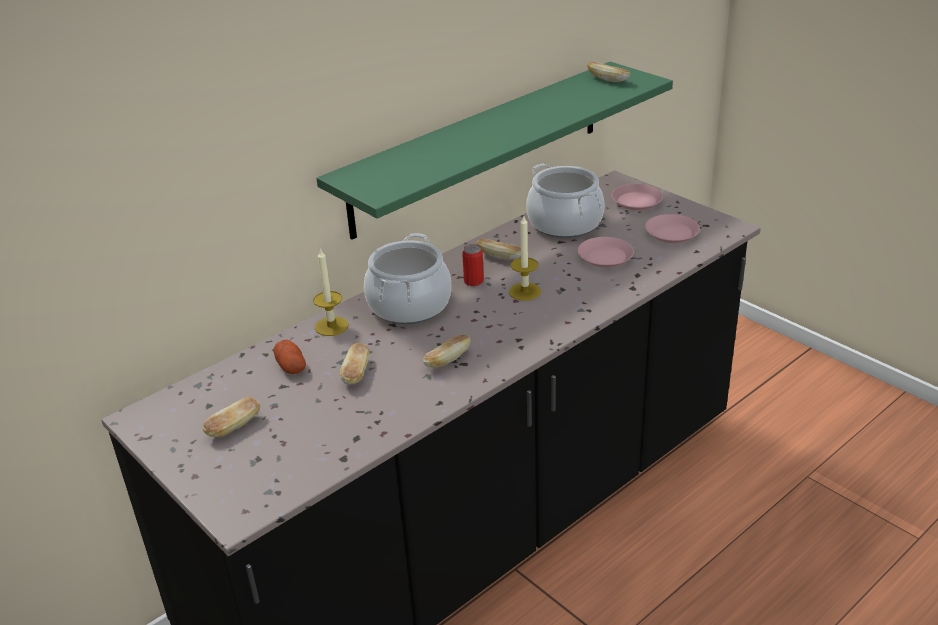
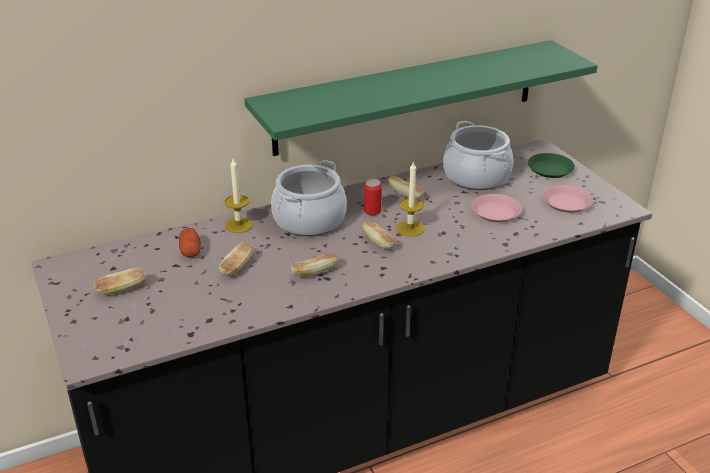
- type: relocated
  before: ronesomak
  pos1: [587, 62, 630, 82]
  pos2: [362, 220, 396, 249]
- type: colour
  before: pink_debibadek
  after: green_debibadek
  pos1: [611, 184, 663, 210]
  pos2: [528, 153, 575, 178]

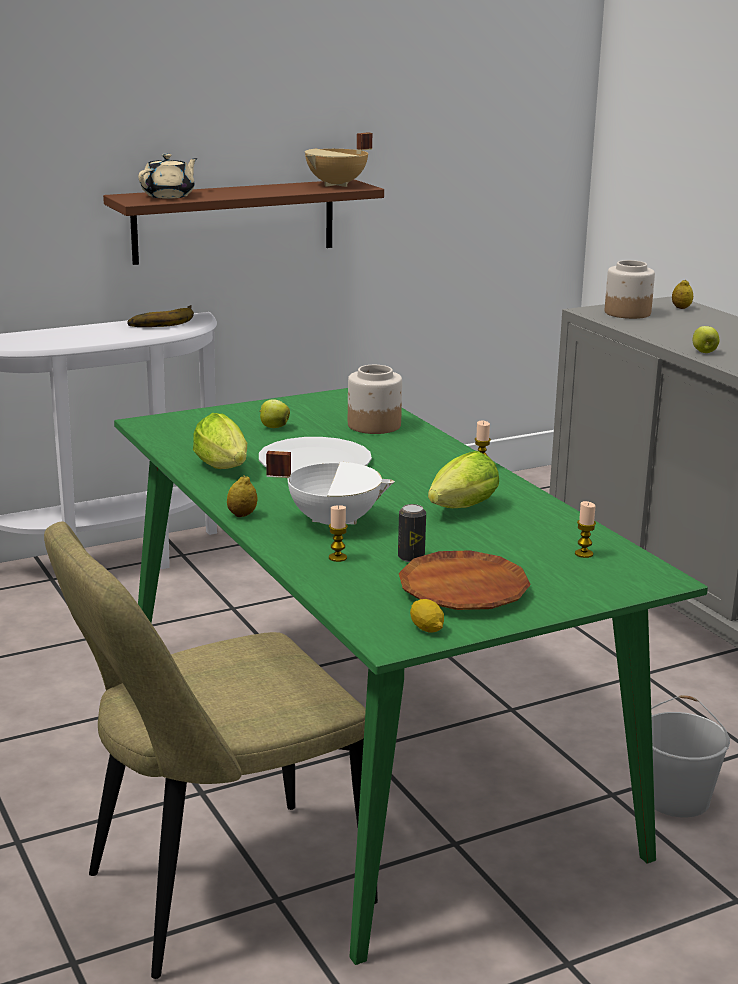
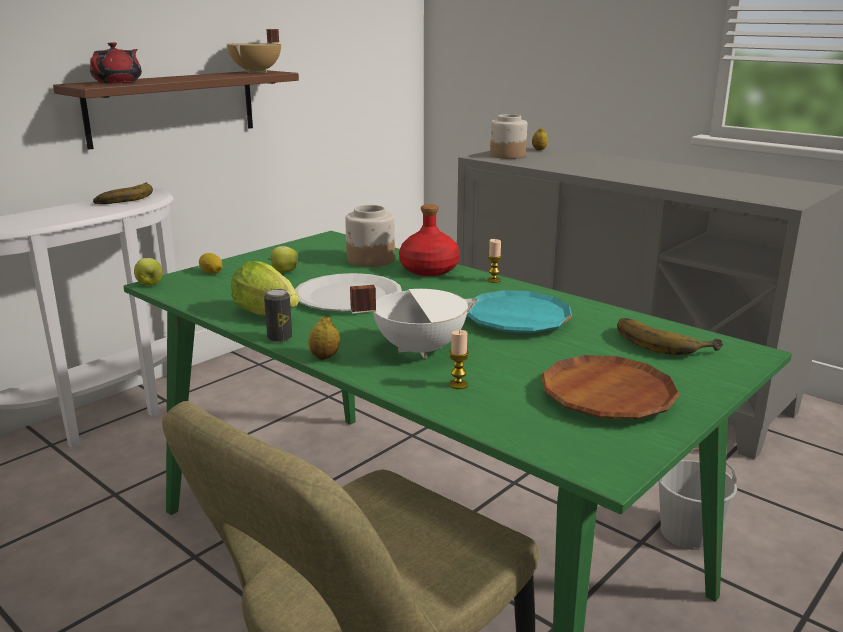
- type: colour
  before: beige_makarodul
  after: red_makarodul
  pos1: [138, 154, 198, 199]
  pos2: [90, 42, 142, 83]
- type: relocated
  before: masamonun
  pos1: [398, 504, 426, 562]
  pos2: [264, 289, 292, 342]
- type: relocated
  before: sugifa
  pos1: [410, 599, 444, 633]
  pos2: [199, 253, 222, 274]
- type: exchanged
  before: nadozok
  after: turquoise_debibadek
  pos1: [428, 451, 499, 508]
  pos2: [467, 290, 572, 333]
- type: exchanged
  before: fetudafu
  after: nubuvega
  pos1: [575, 501, 596, 558]
  pos2: [617, 318, 723, 355]
- type: relocated
  before: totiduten
  pos1: [692, 326, 720, 353]
  pos2: [134, 258, 163, 286]
- type: appeared
  after: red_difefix
  pos2: [399, 204, 460, 276]

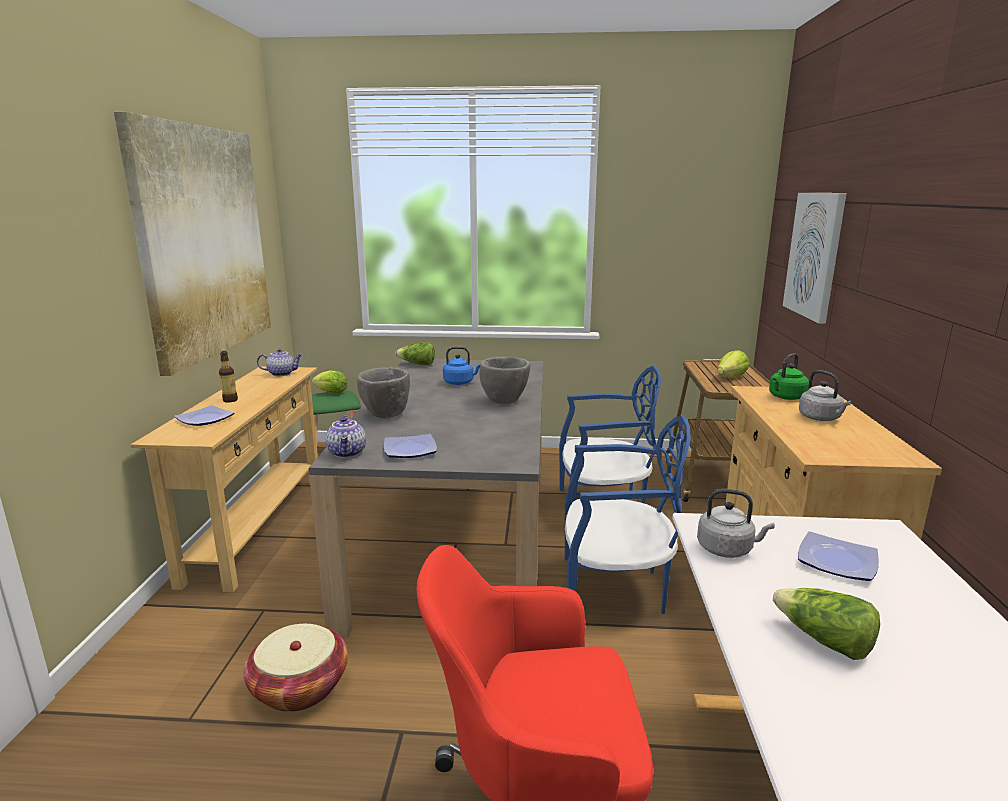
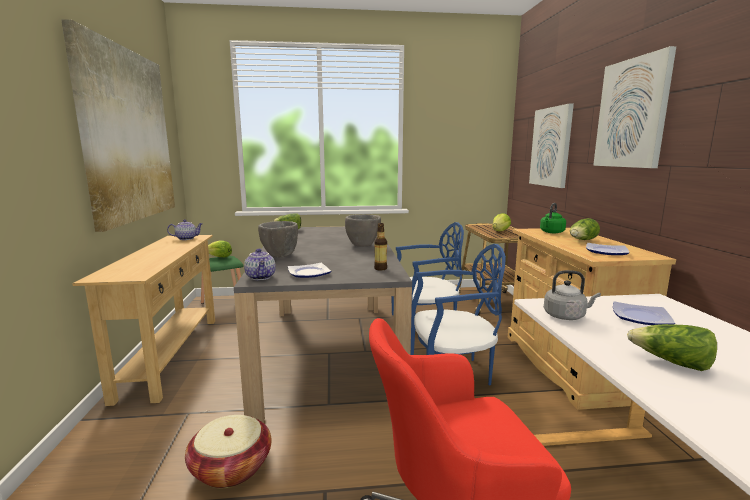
- type: relocated
  before: debibadek
  pos1: [174, 405, 234, 426]
  pos2: [586, 243, 629, 255]
- type: relocated
  before: difefix
  pos1: [219, 351, 238, 403]
  pos2: [374, 223, 387, 270]
- type: missing
  before: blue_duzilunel
  pos1: [443, 347, 480, 385]
- type: exchanged
  before: grey_duzilunel
  after: nadozok
  pos1: [799, 370, 852, 421]
  pos2: [570, 218, 600, 240]
- type: appeared
  after: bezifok
  pos2: [593, 46, 676, 168]

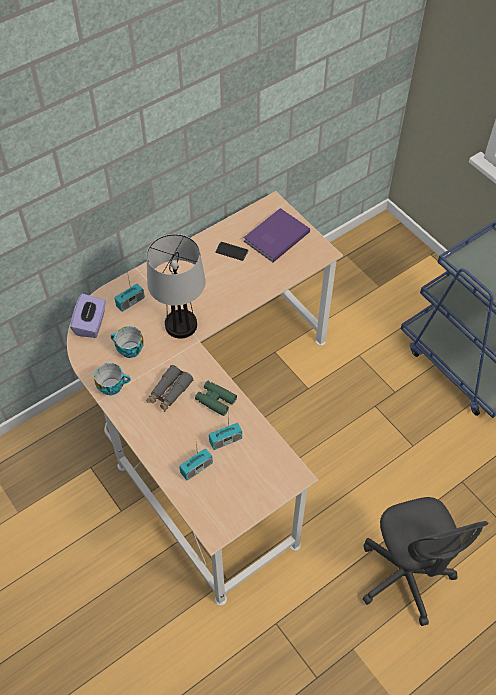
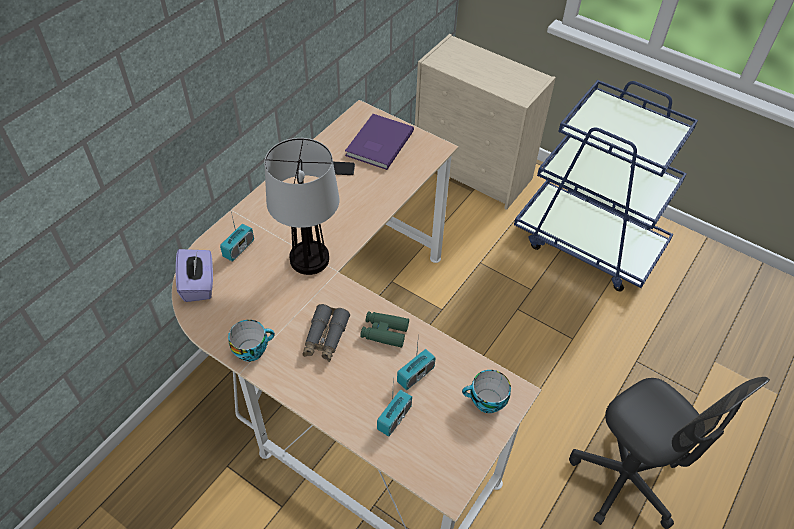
- type: relocated
  before: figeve
  pos1: [111, 326, 144, 358]
  pos2: [462, 370, 511, 413]
- type: appeared
  after: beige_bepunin
  pos2: [415, 34, 556, 210]

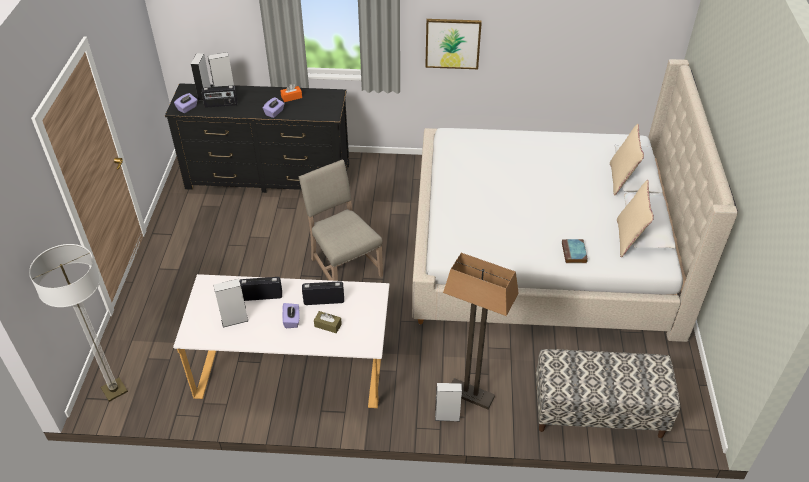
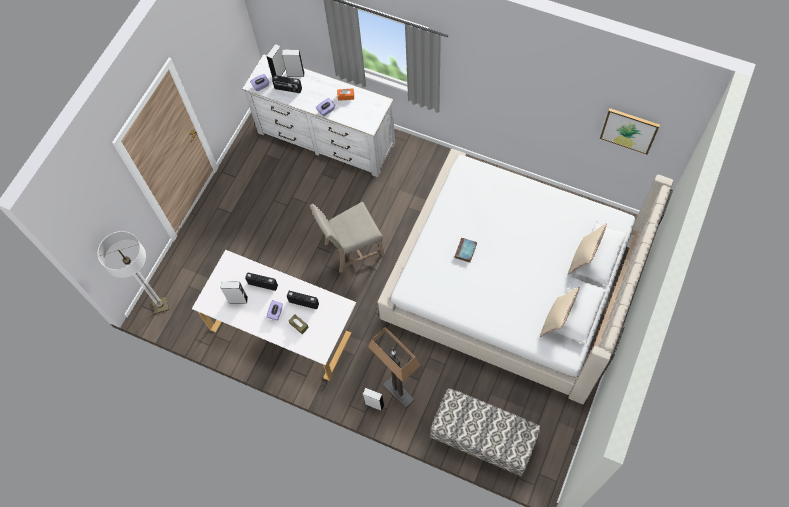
- type: colour
  before: black_bepunin
  after: white_bepunin
  pos1: [165, 83, 349, 193]
  pos2: [242, 54, 395, 177]
- type: spun
  before: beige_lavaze
  pos1: [299, 160, 383, 281]
  pos2: [310, 202, 384, 273]
  turn: -105
- type: relocated
  before: bezifok
  pos1: [425, 19, 482, 69]
  pos2: [600, 108, 660, 154]
- type: relocated
  before: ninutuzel
  pos1: [562, 239, 588, 263]
  pos2: [455, 238, 477, 263]

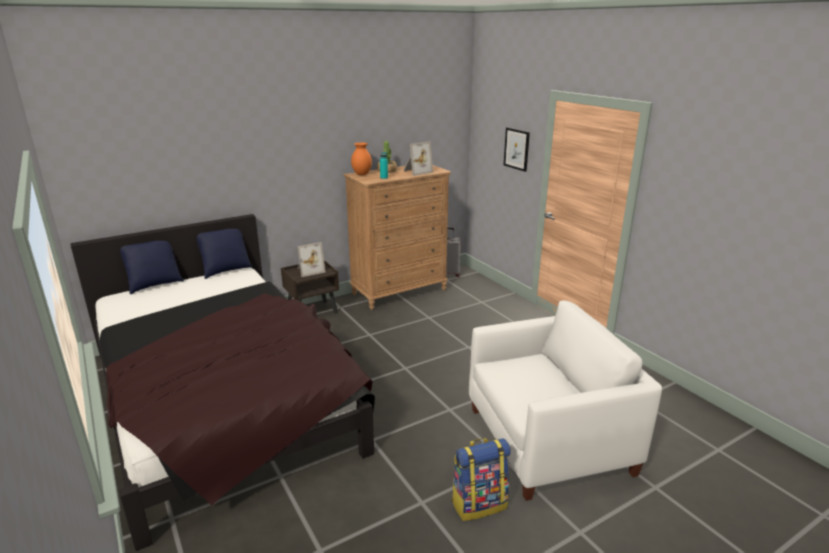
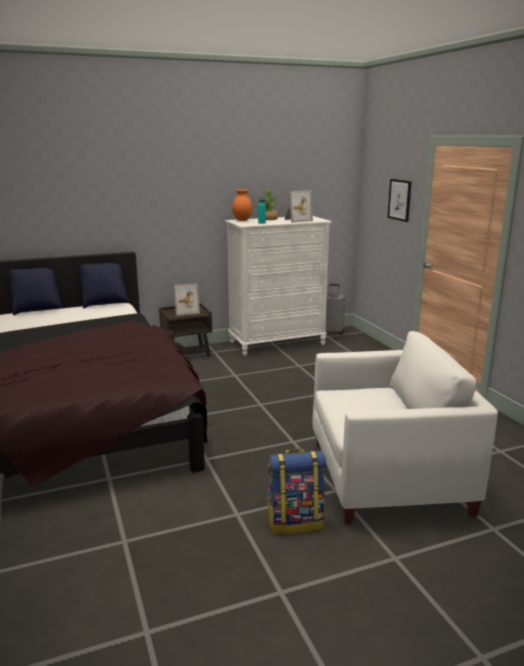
- type: colour
  before: brown_bepunin
  after: white_bepunin
  pos1: [344, 165, 451, 310]
  pos2: [225, 216, 332, 356]

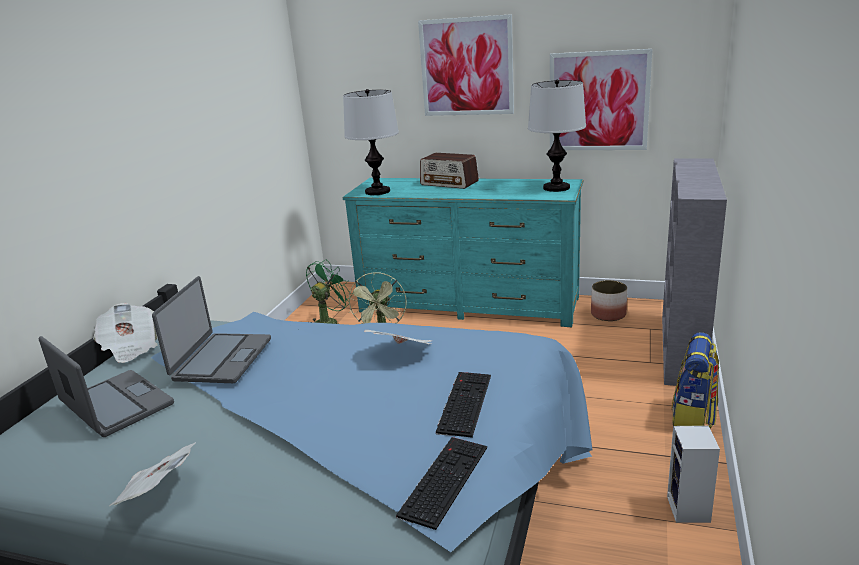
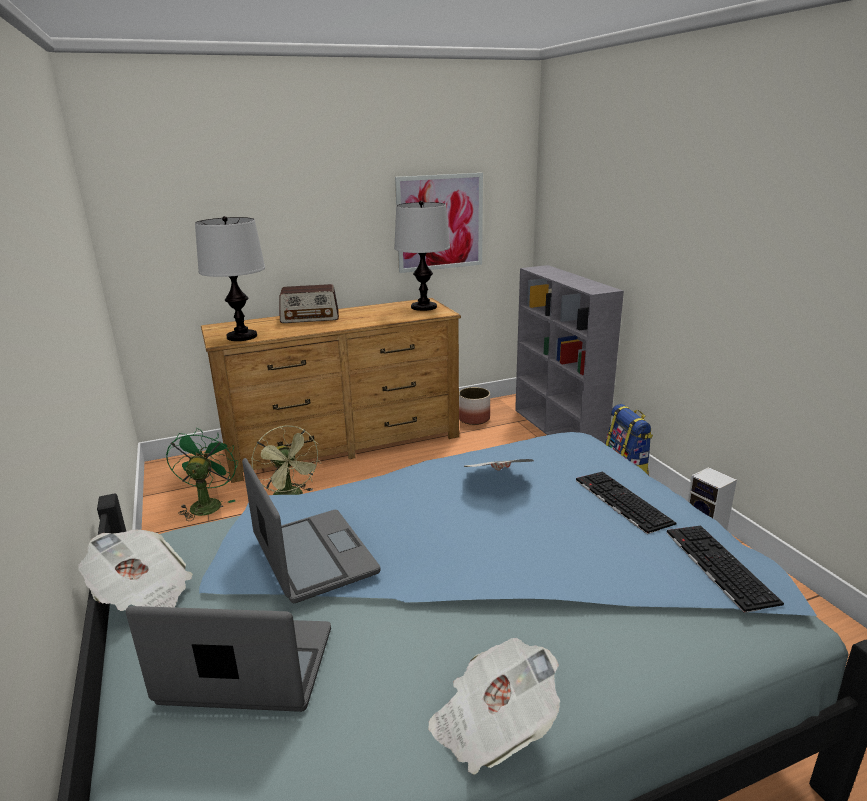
- type: colour
  before: turquoise_bepunin
  after: brown_bepunin
  pos1: [343, 178, 583, 327]
  pos2: [201, 298, 461, 483]
- type: missing
  before: bezifok
  pos1: [418, 14, 514, 116]

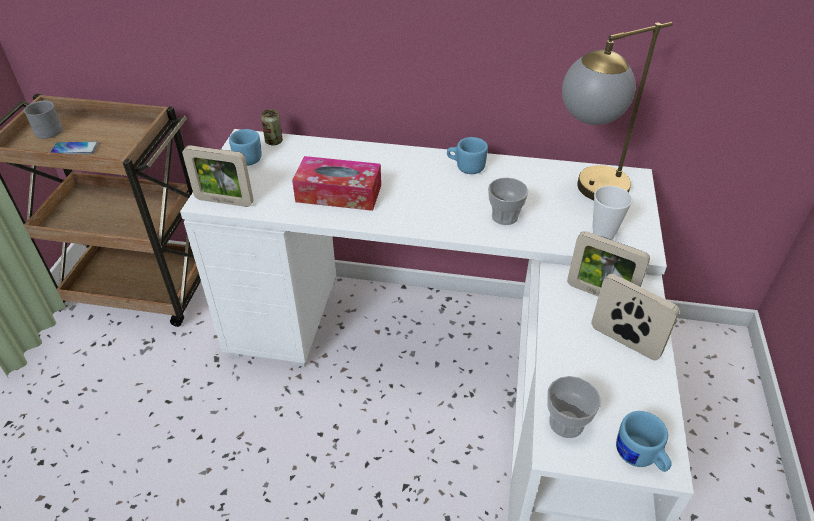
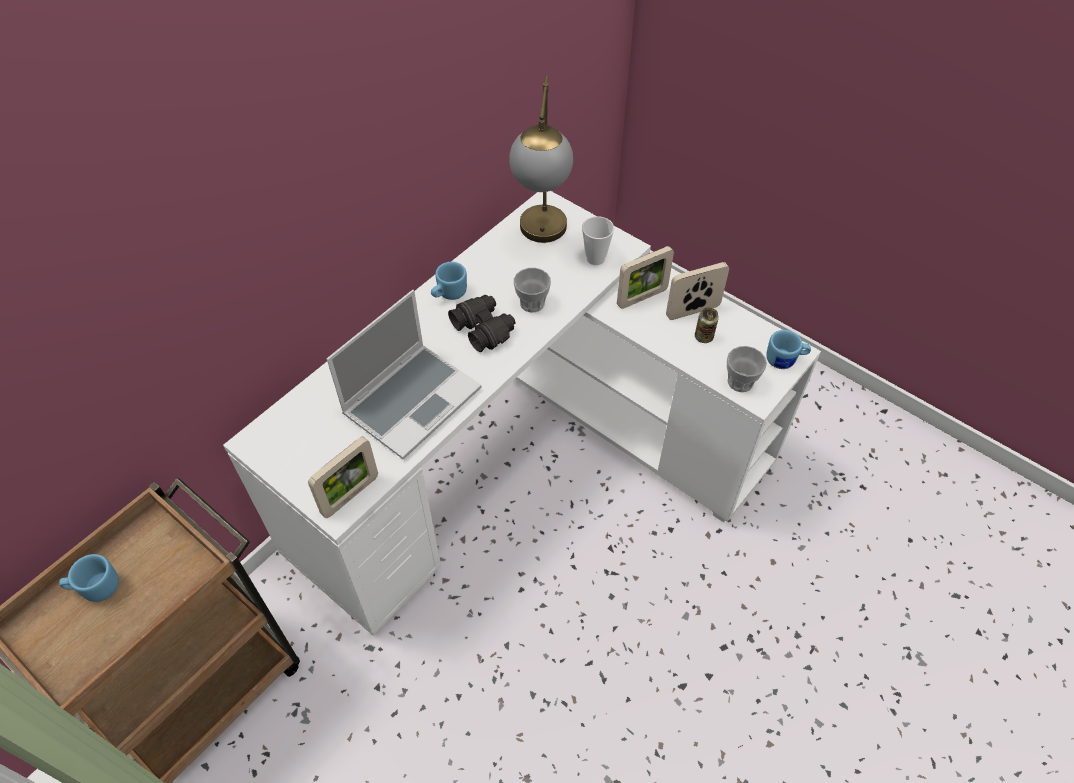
- type: missing
  before: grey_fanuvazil
  pos1: [24, 101, 63, 139]
- type: missing
  before: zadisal
  pos1: [51, 141, 98, 155]
- type: relocated
  before: blue_fanuvazil
  pos1: [229, 129, 262, 166]
  pos2: [59, 554, 119, 602]
- type: relocated
  before: masamonun
  pos1: [261, 109, 283, 145]
  pos2: [695, 307, 719, 343]
- type: exchanged
  before: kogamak
  after: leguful
  pos1: [292, 156, 381, 211]
  pos2: [326, 290, 481, 459]
- type: appeared
  after: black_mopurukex
  pos2: [448, 295, 515, 352]

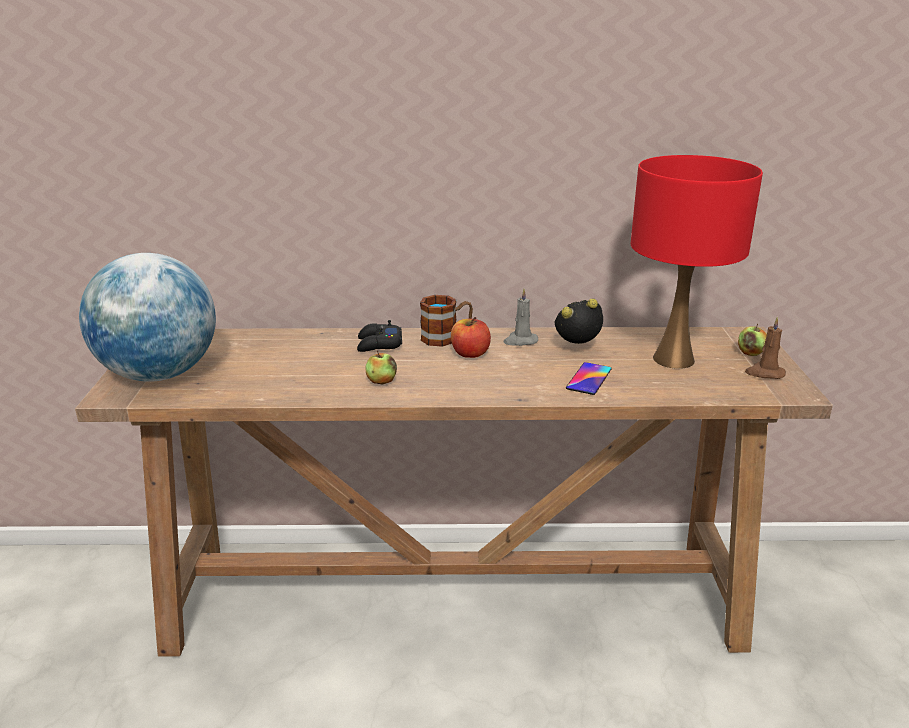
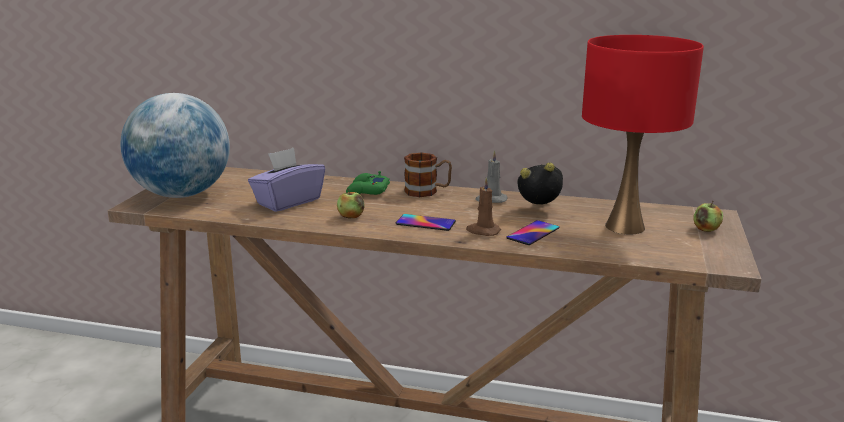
- type: colour
  before: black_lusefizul
  after: green_lusefizul
  pos1: [357, 320, 402, 352]
  pos2: [346, 171, 390, 195]
- type: missing
  before: totiduten
  pos1: [451, 317, 491, 358]
- type: relocated
  before: brown_fetudafu
  pos1: [745, 317, 786, 379]
  pos2: [466, 177, 501, 236]
- type: appeared
  after: purple_kogamak
  pos2: [248, 148, 325, 212]
- type: appeared
  after: zadisal
  pos2: [396, 214, 456, 231]

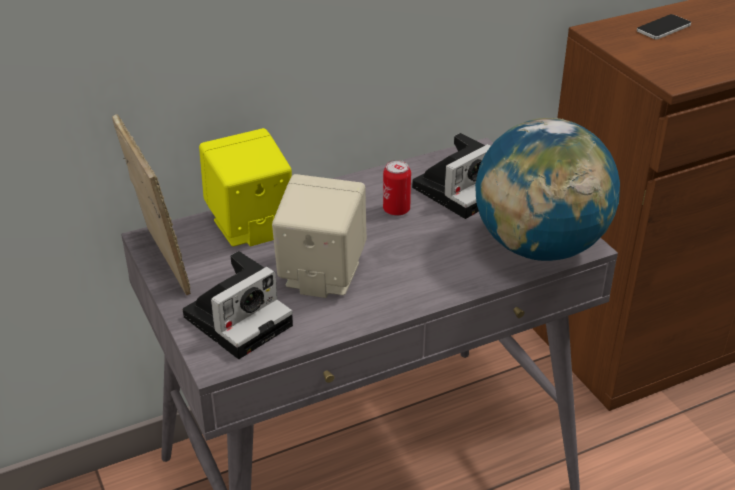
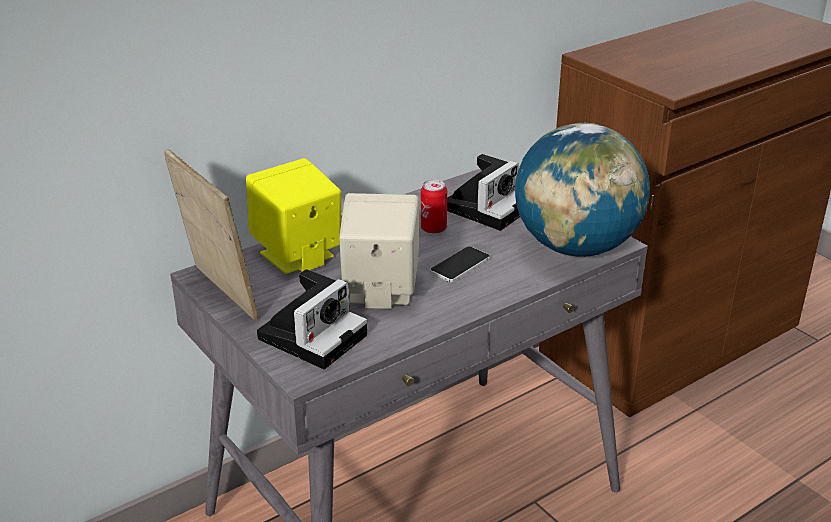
- type: relocated
  before: zadisal
  pos1: [637, 14, 691, 39]
  pos2: [430, 247, 490, 282]

